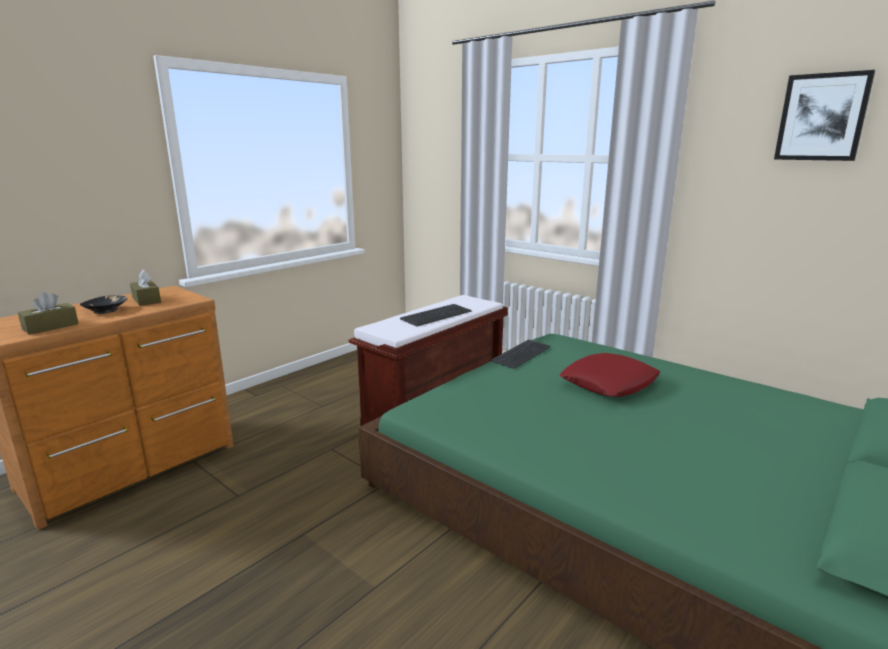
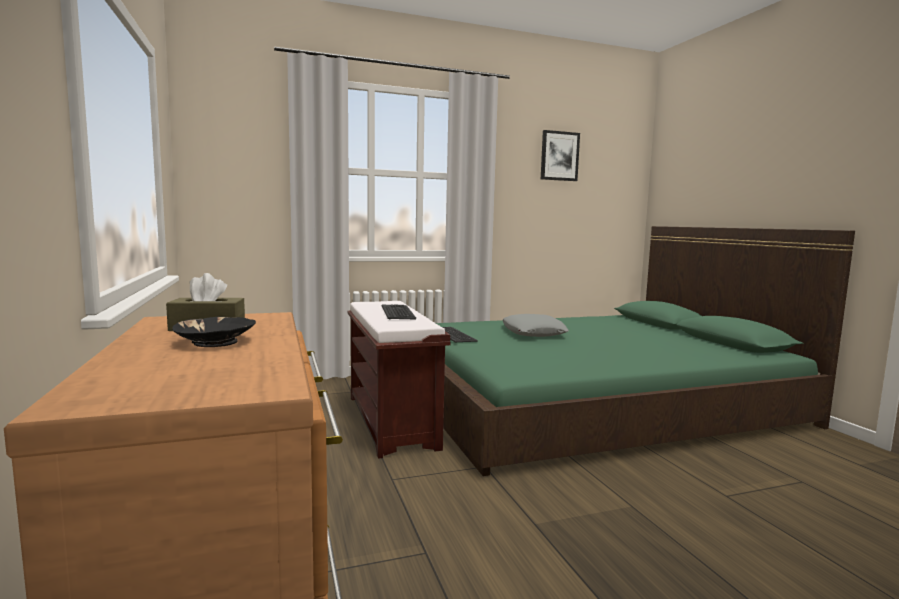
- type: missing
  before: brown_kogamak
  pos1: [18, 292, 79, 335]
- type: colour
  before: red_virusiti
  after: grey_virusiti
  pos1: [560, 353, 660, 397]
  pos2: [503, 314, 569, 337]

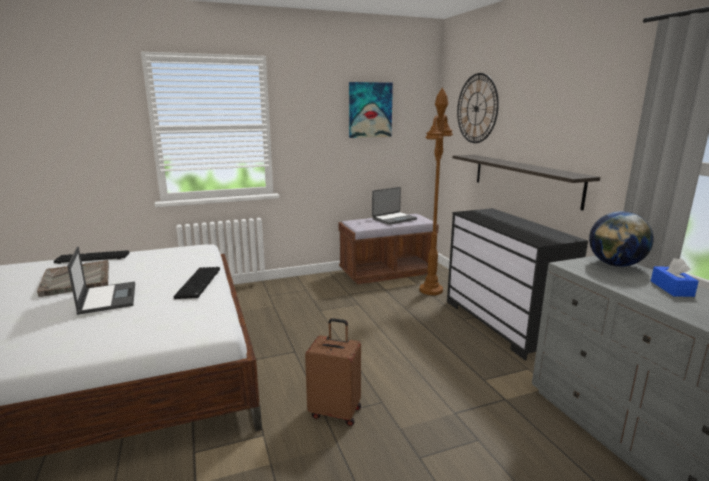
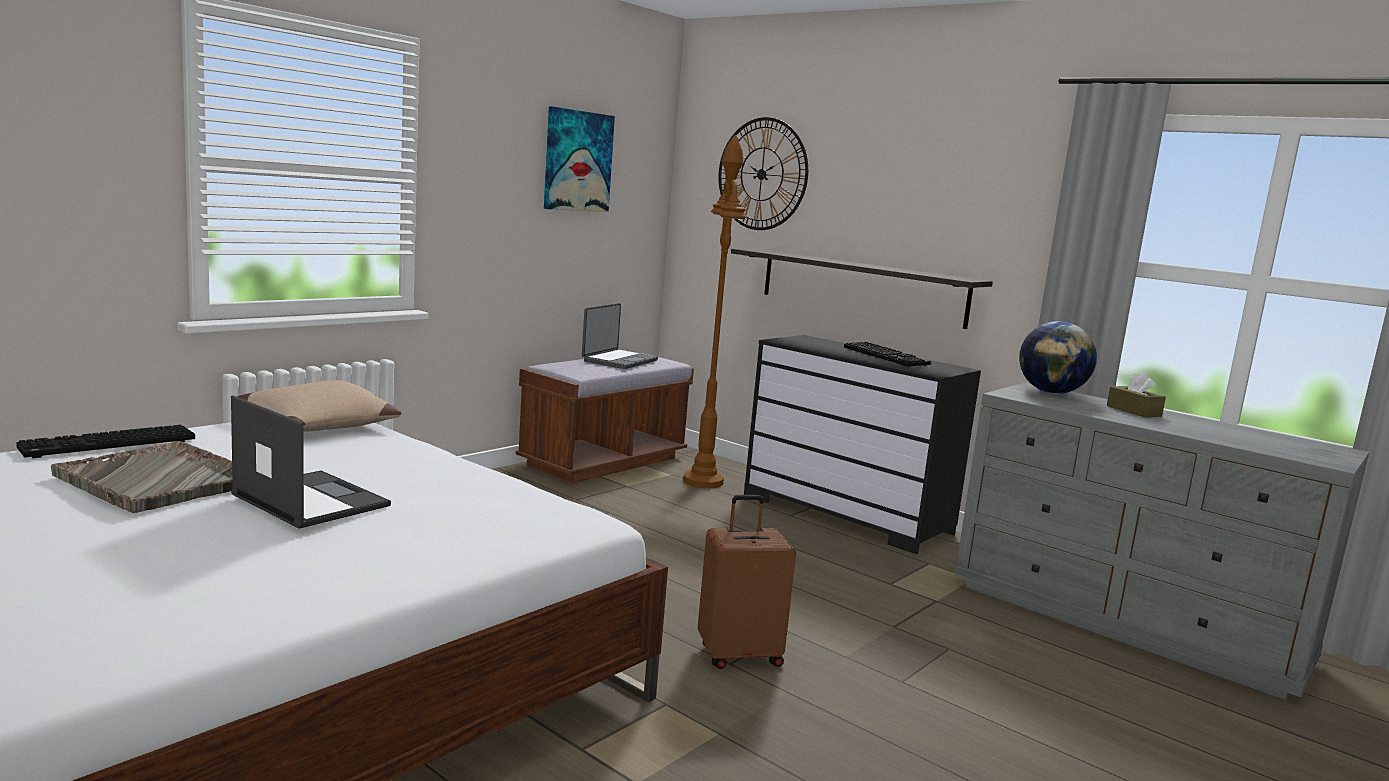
- type: relocated
  before: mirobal
  pos1: [173, 267, 220, 299]
  pos2: [844, 342, 931, 367]
- type: colour
  before: blue_kogamak
  after: brown_kogamak
  pos1: [651, 258, 699, 297]
  pos2: [1107, 372, 1166, 417]
- type: appeared
  after: beige_virusiti
  pos2: [237, 380, 401, 432]

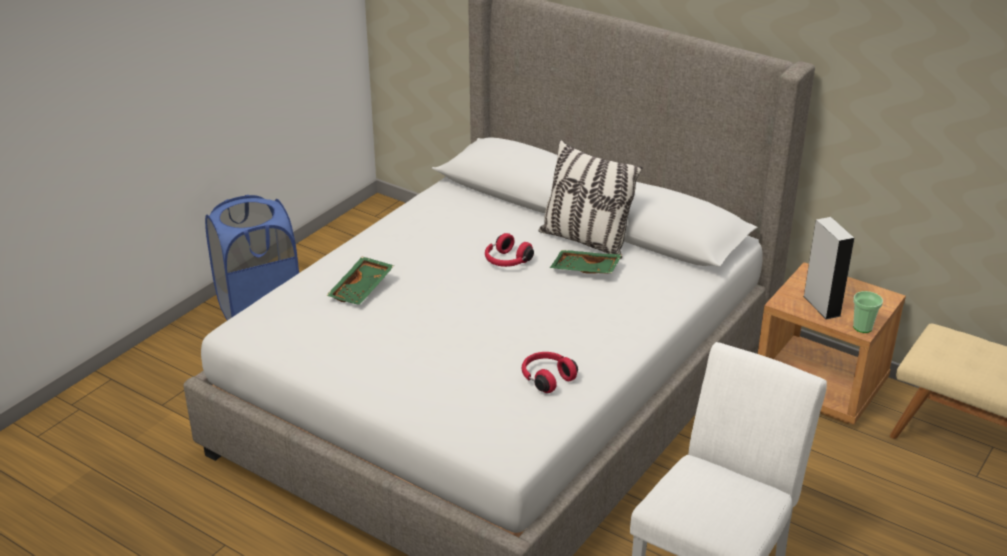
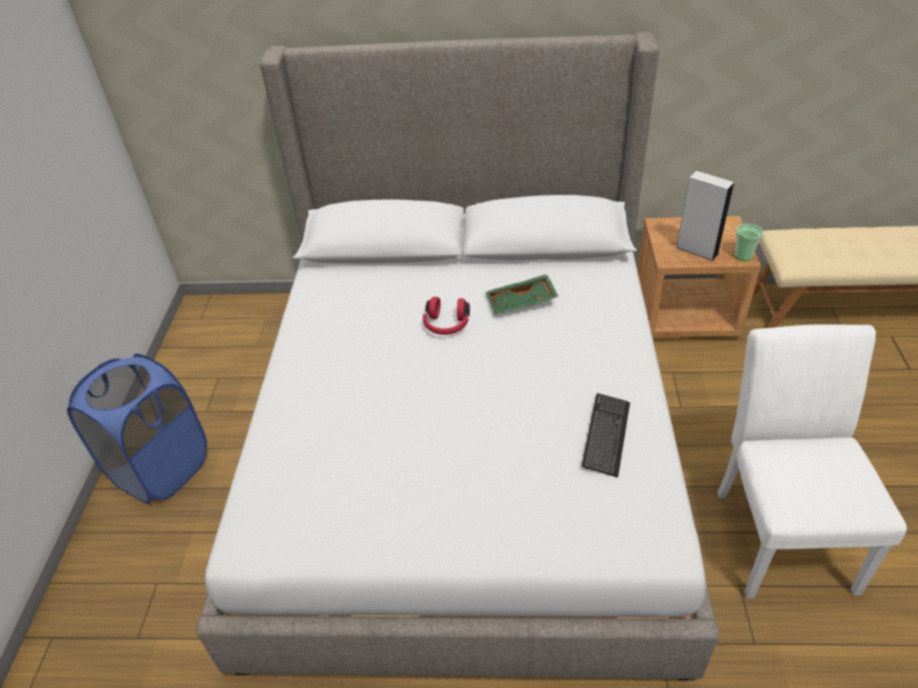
- type: missing
  before: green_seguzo
  pos1: [326, 257, 395, 305]
- type: exchanged
  before: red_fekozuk
  after: mirobal
  pos1: [522, 352, 578, 393]
  pos2: [582, 393, 630, 478]
- type: missing
  before: virusiti
  pos1: [539, 140, 642, 259]

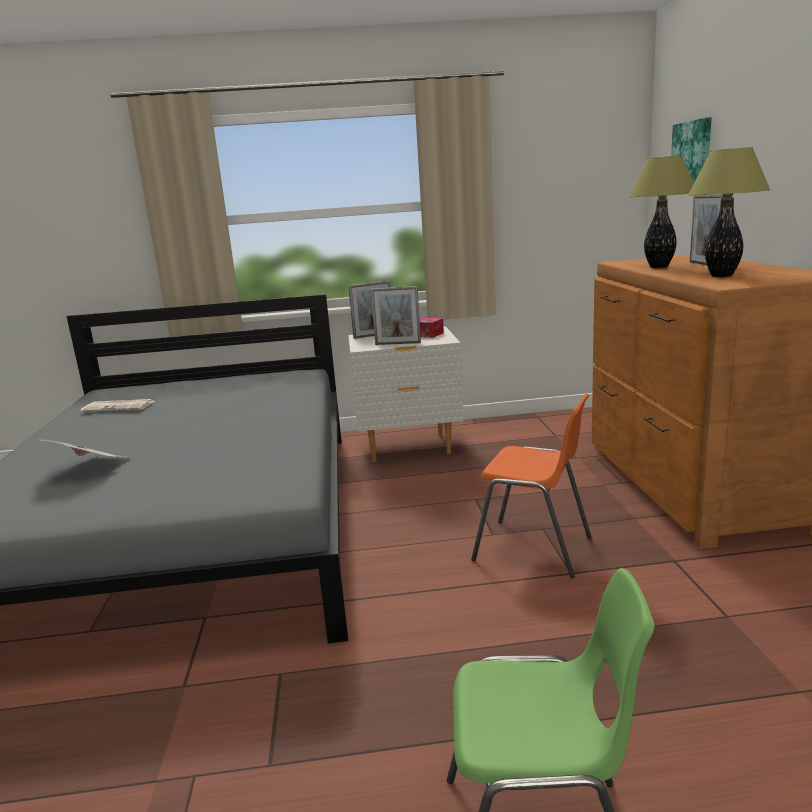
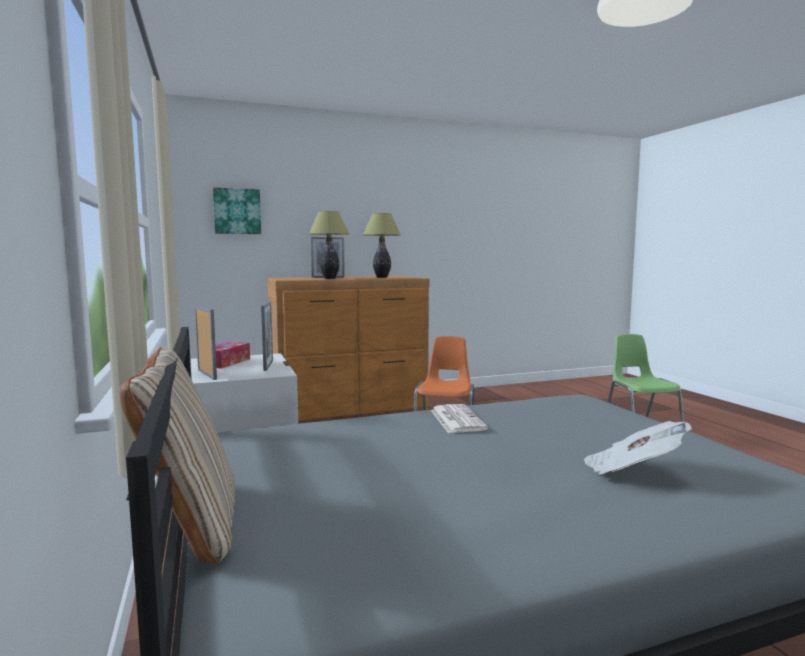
- type: relocated
  before: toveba
  pos1: [80, 399, 154, 412]
  pos2: [431, 404, 488, 433]
- type: appeared
  after: beige_virusiti
  pos2: [120, 347, 235, 564]

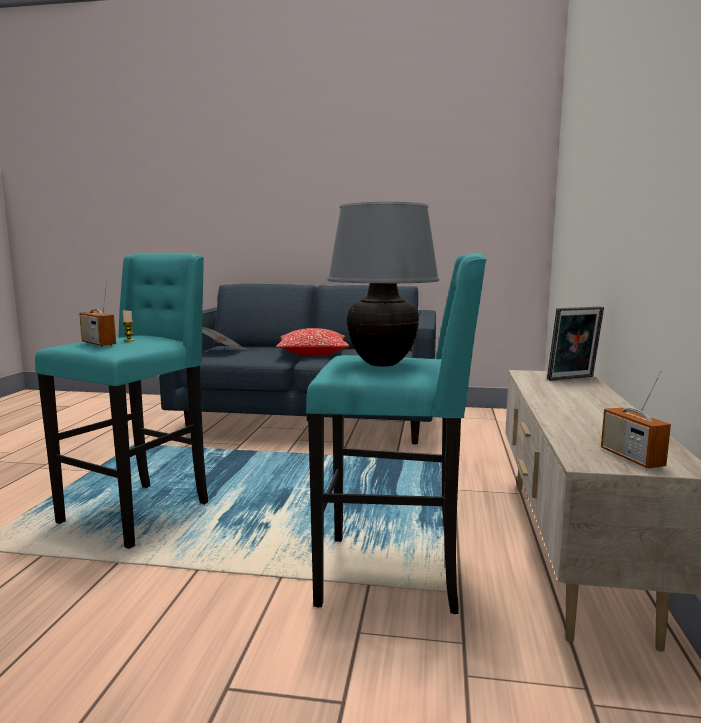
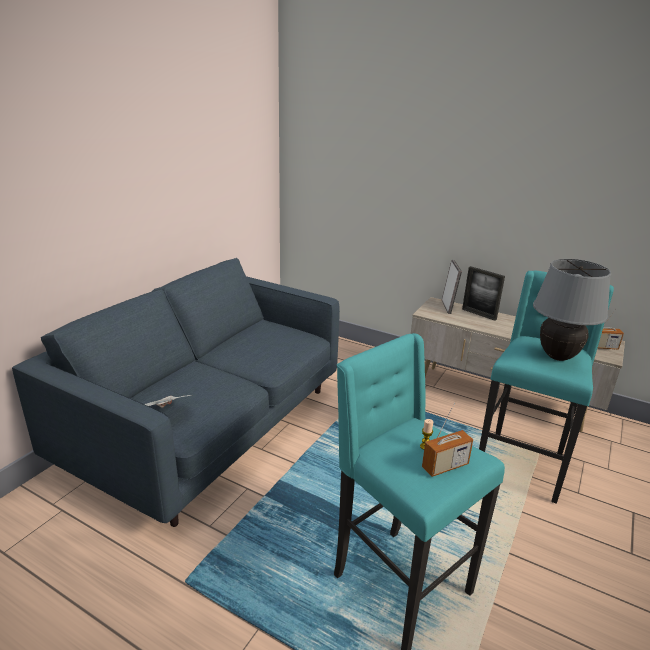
- type: missing
  before: virusiti
  pos1: [276, 328, 349, 356]
- type: appeared
  after: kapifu
  pos2: [462, 266, 505, 321]

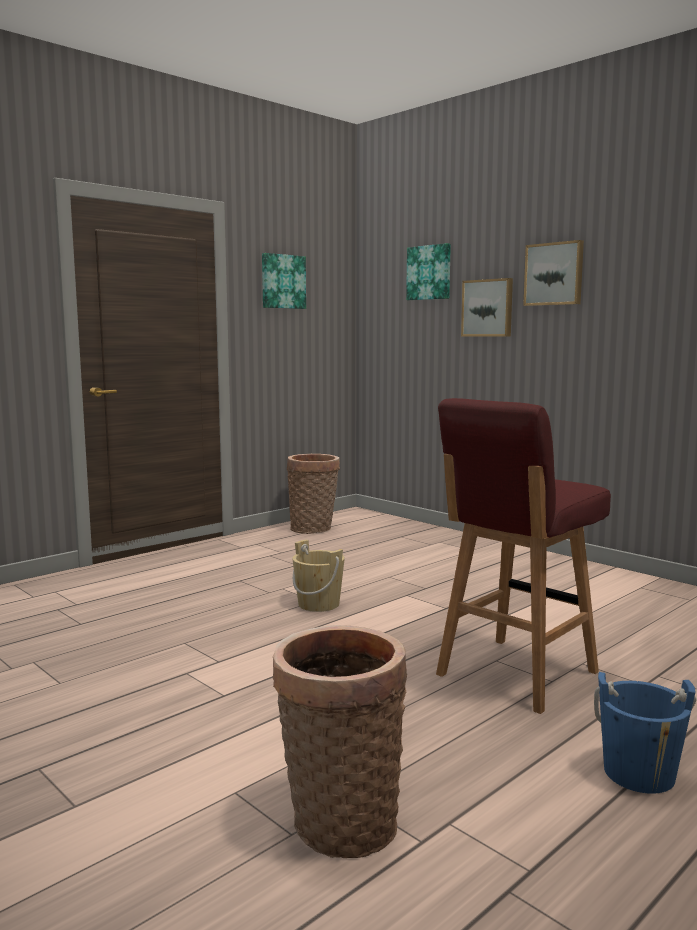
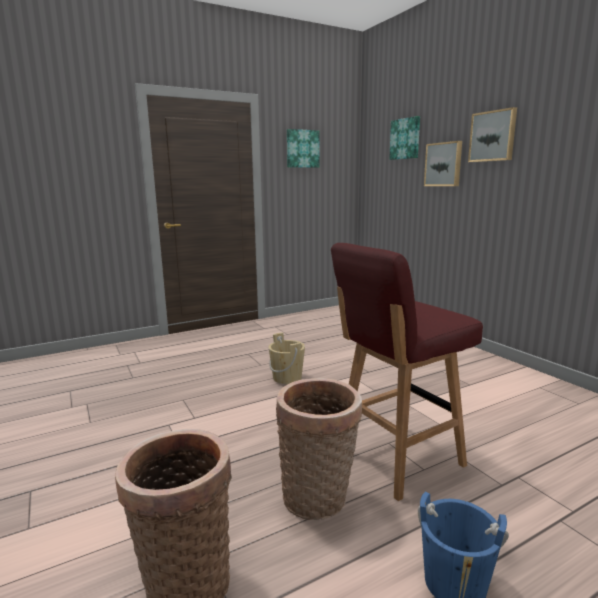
- type: relocated
  before: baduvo
  pos1: [287, 454, 340, 534]
  pos2: [276, 378, 362, 520]

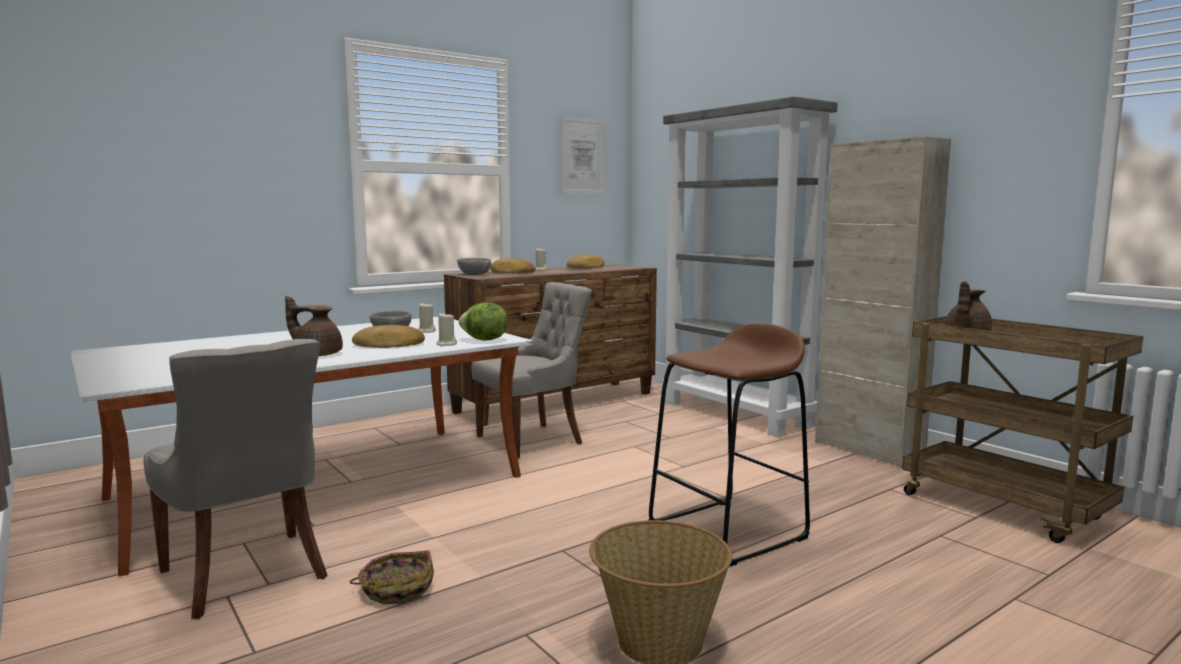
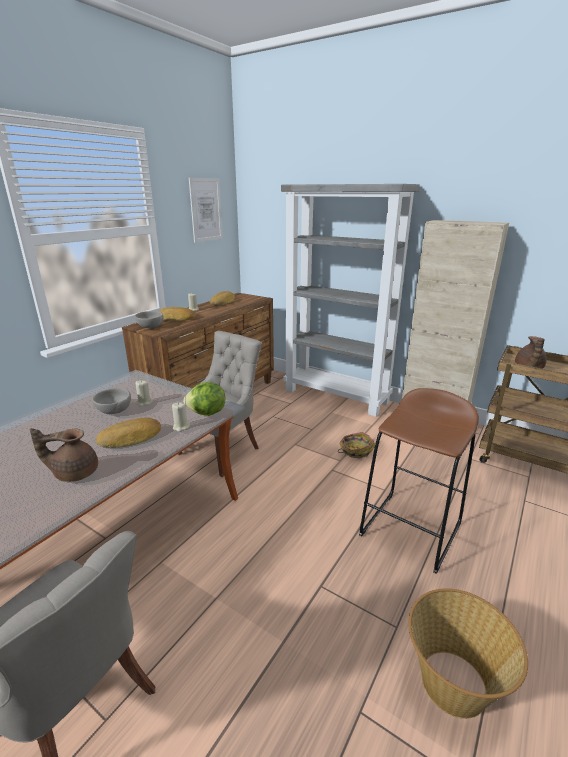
- type: relocated
  before: baduvo
  pos1: [350, 550, 434, 605]
  pos2: [338, 432, 375, 458]

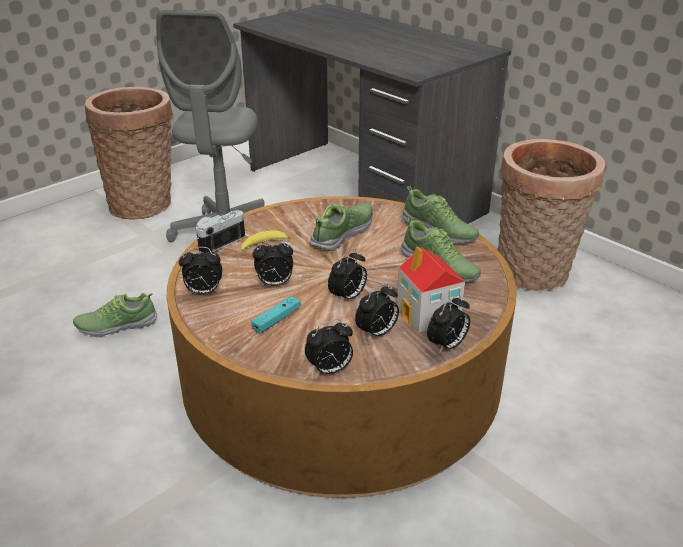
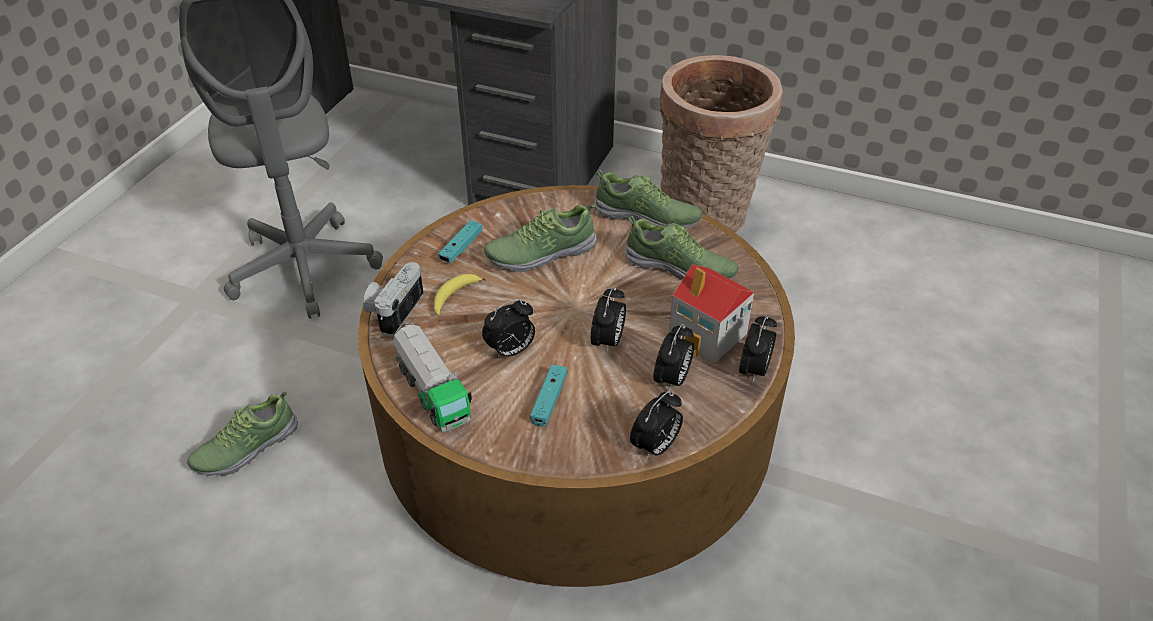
- type: missing
  before: baduvo
  pos1: [85, 87, 172, 219]
- type: exchanged
  before: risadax
  after: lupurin
  pos1: [179, 247, 222, 294]
  pos2: [393, 323, 472, 432]
- type: spun
  before: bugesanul
  pos1: [310, 203, 373, 251]
  pos2: [484, 204, 597, 272]
  turn: -120
- type: appeared
  after: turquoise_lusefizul
  pos2: [438, 220, 482, 263]

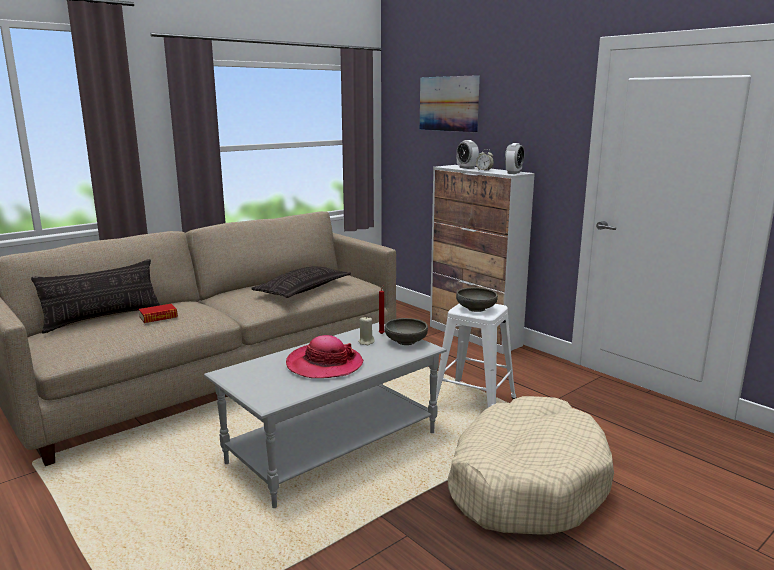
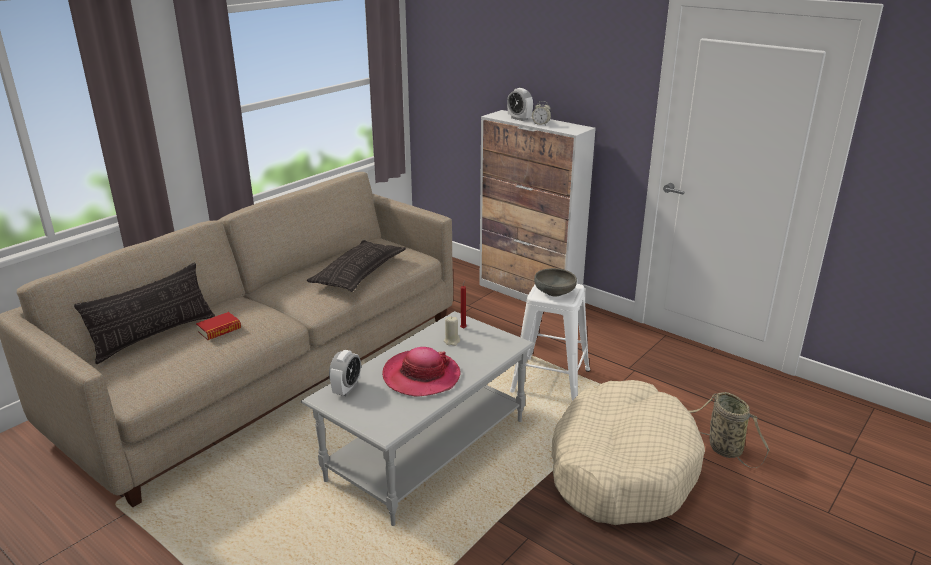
- type: missing
  before: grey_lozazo
  pos1: [385, 318, 428, 345]
- type: missing
  before: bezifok
  pos1: [420, 75, 480, 133]
- type: relocated
  before: risadax
  pos1: [505, 143, 525, 174]
  pos2: [329, 350, 361, 396]
- type: appeared
  after: baduvo
  pos2: [688, 392, 770, 468]

